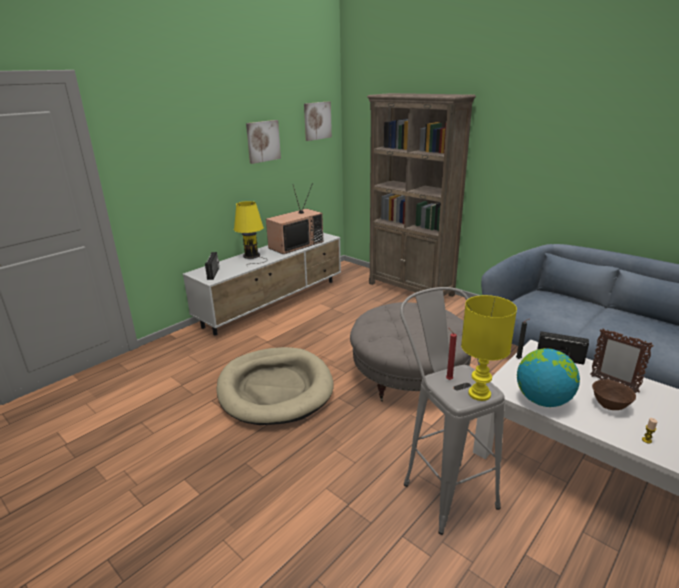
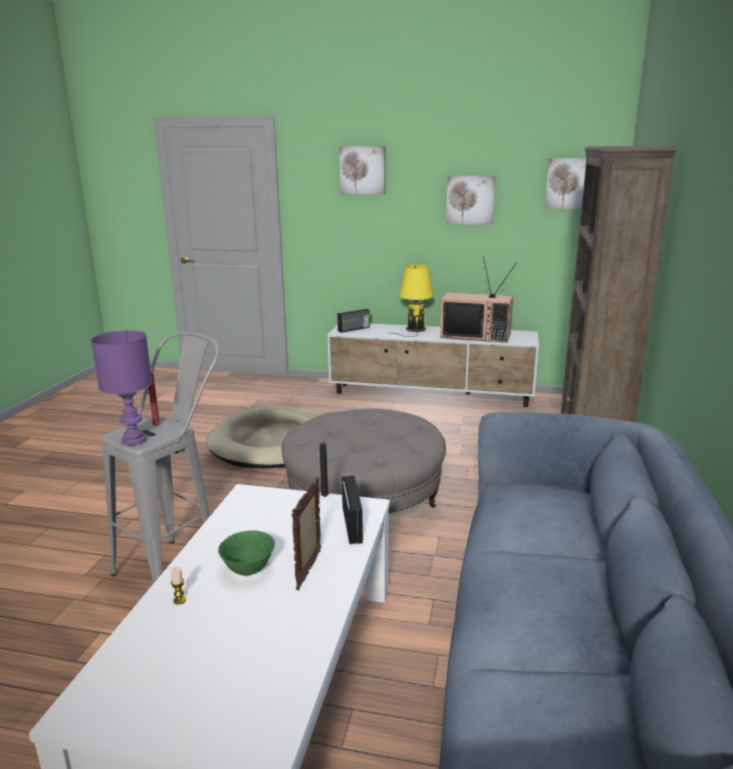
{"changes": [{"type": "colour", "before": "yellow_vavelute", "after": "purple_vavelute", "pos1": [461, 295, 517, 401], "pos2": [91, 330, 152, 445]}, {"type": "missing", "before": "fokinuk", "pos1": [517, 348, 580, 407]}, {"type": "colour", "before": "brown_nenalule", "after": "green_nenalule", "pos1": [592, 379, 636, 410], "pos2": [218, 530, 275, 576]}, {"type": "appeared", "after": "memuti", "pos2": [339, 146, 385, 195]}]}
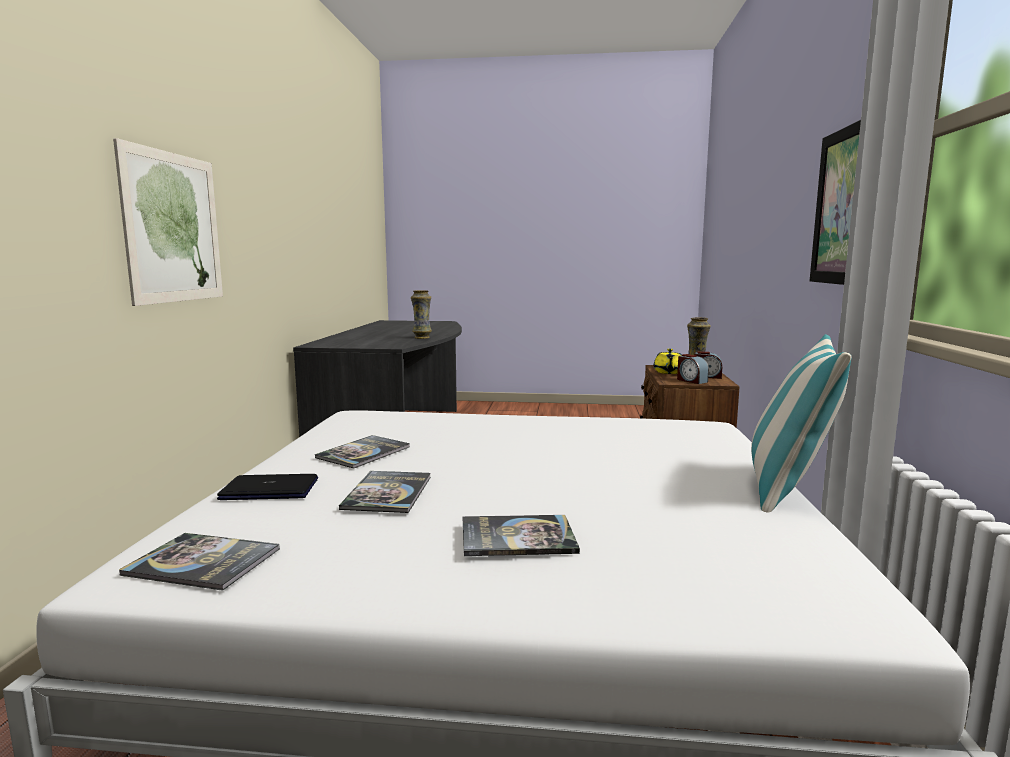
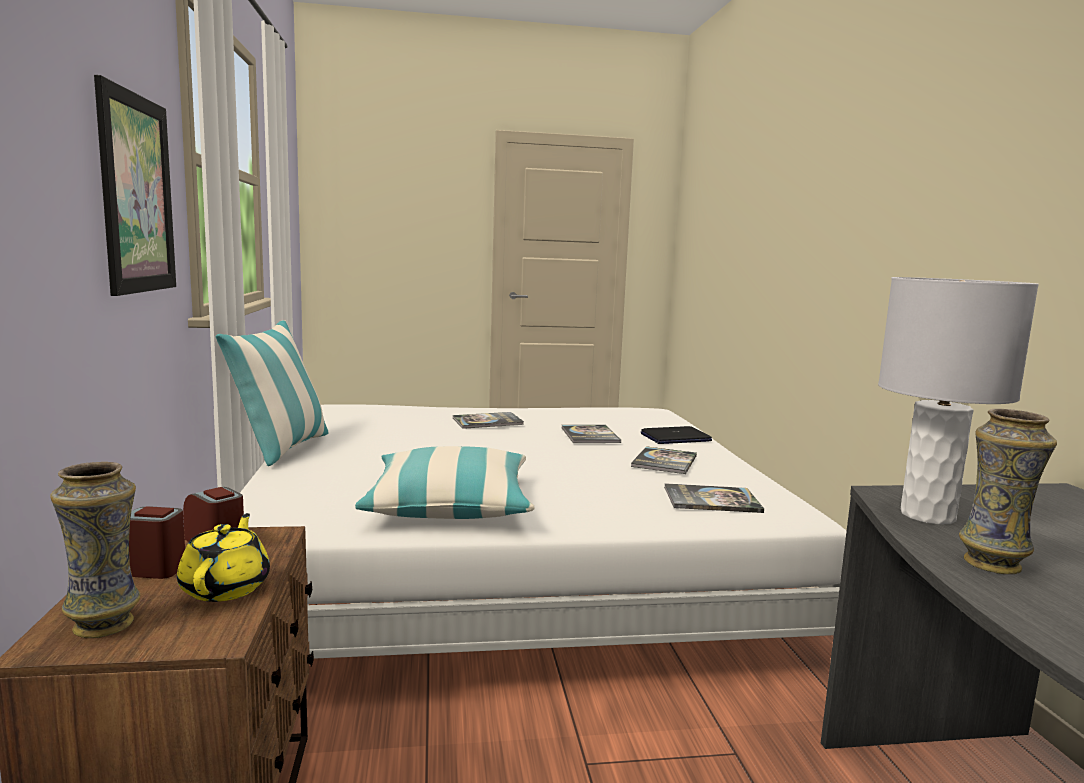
{"changes": [{"type": "missing", "before": "memuti", "pos1": [113, 138, 223, 306]}, {"type": "relocated", "before": "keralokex", "pos1": [119, 533, 280, 591], "pos2": [664, 483, 764, 513]}, {"type": "appeared", "after": "grey_vavelute", "pos2": [878, 277, 1039, 525]}, {"type": "appeared", "after": "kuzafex", "pos2": [355, 446, 535, 519]}]}
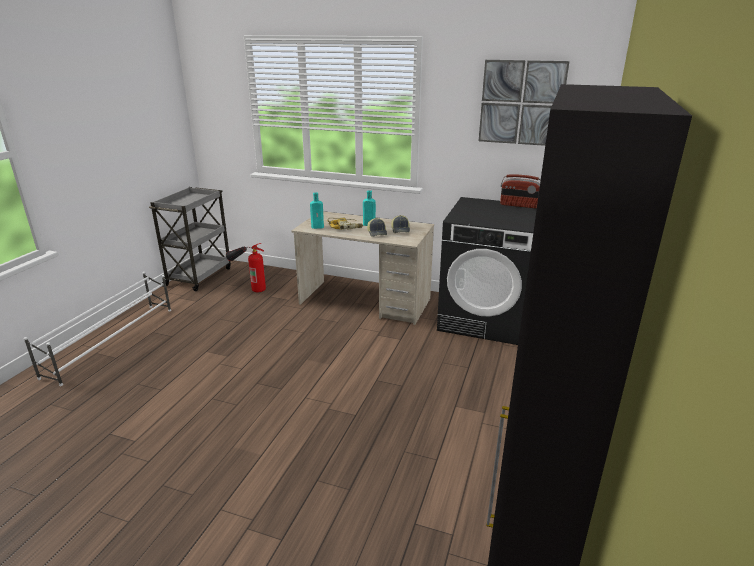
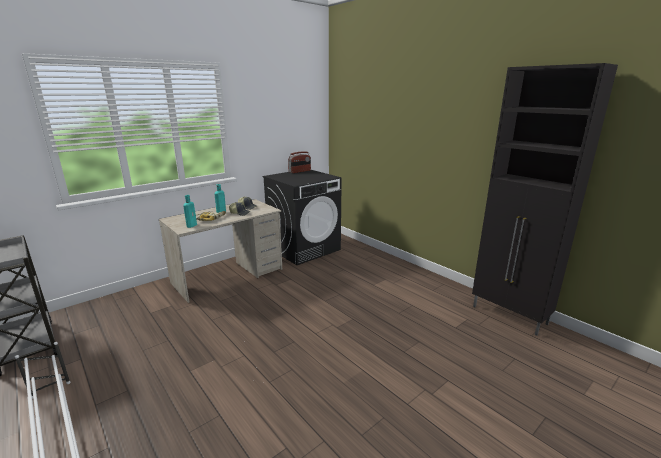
{"changes": [{"type": "missing", "before": "memuti", "pos1": [479, 60, 570, 146]}, {"type": "missing", "before": "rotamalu", "pos1": [226, 243, 266, 292]}]}
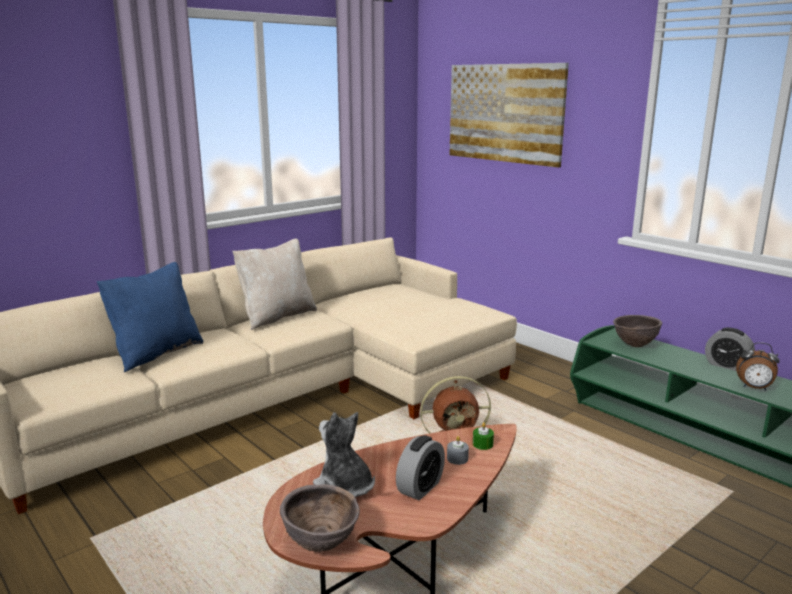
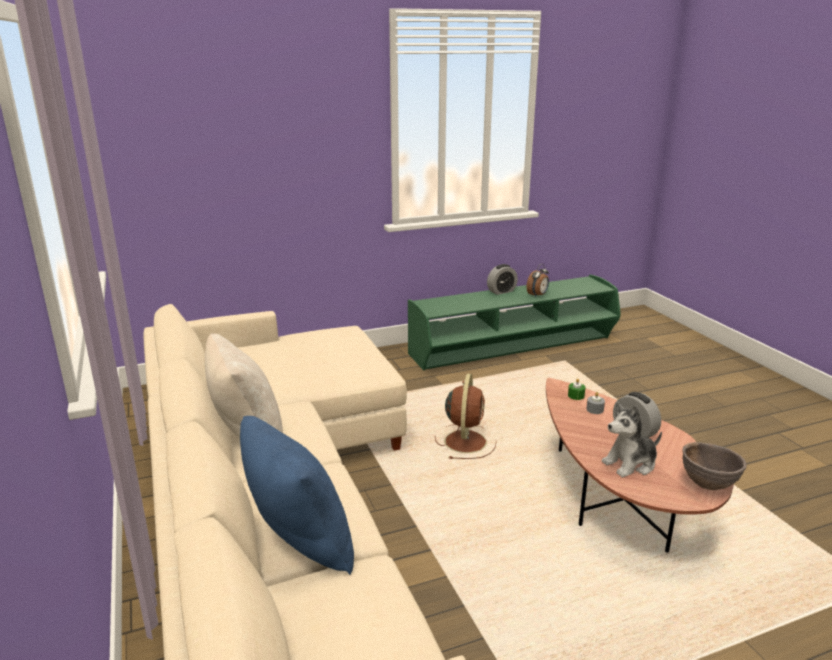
{"changes": [{"type": "missing", "before": "memuti", "pos1": [450, 63, 569, 167]}, {"type": "missing", "before": "brown_nenalule", "pos1": [613, 315, 662, 347]}]}
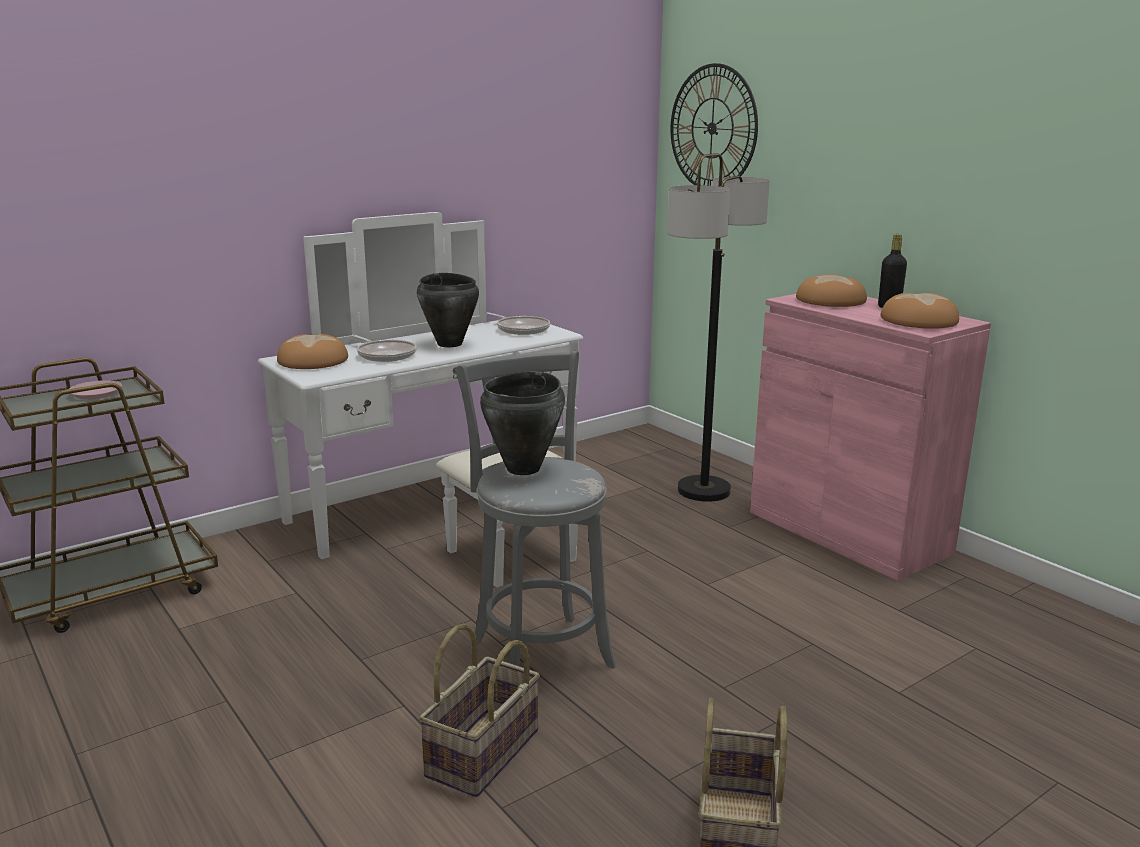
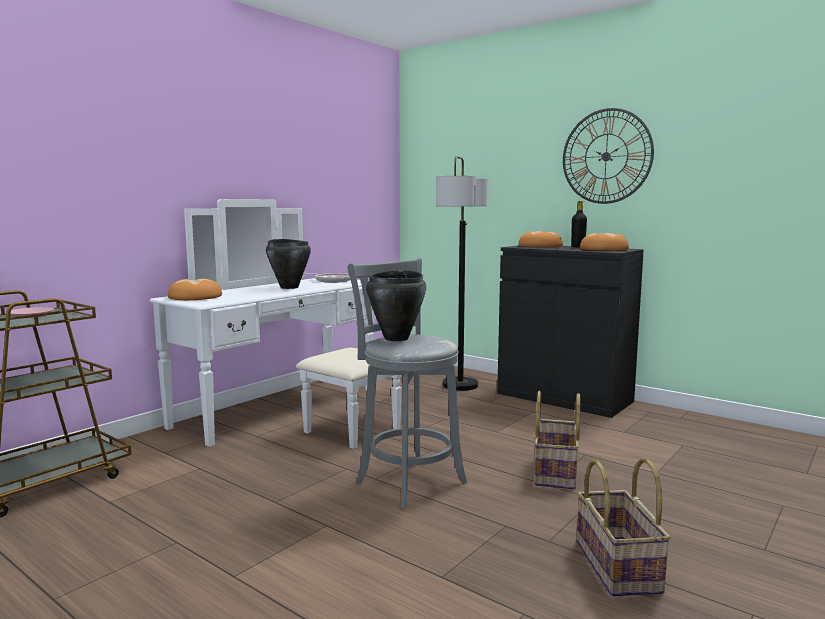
{"changes": [{"type": "relocated", "before": "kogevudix", "pos1": [671, 63, 758, 186], "pos2": [563, 108, 654, 204]}, {"type": "colour", "before": "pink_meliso", "after": "black_meliso", "pos1": [750, 294, 991, 581], "pos2": [497, 245, 644, 418]}, {"type": "missing", "before": "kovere", "pos1": [351, 335, 417, 362]}, {"type": "relocated", "before": "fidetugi", "pos1": [419, 624, 540, 797], "pos2": [534, 391, 581, 489]}]}
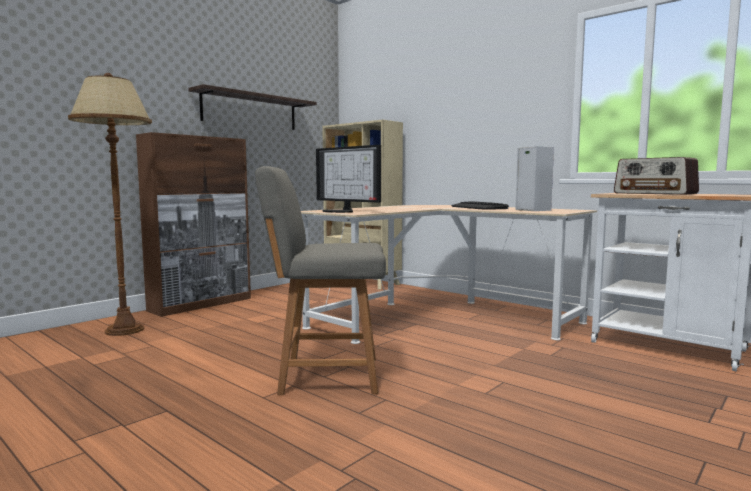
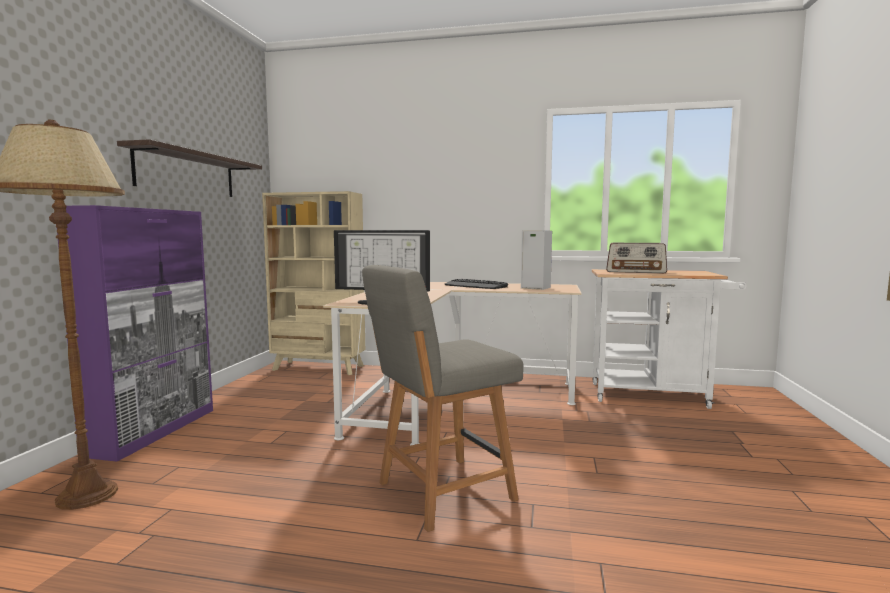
{"changes": [{"type": "colour", "before": "brown_meliso", "after": "purple_meliso", "pos1": [136, 132, 251, 317], "pos2": [57, 205, 213, 462]}]}
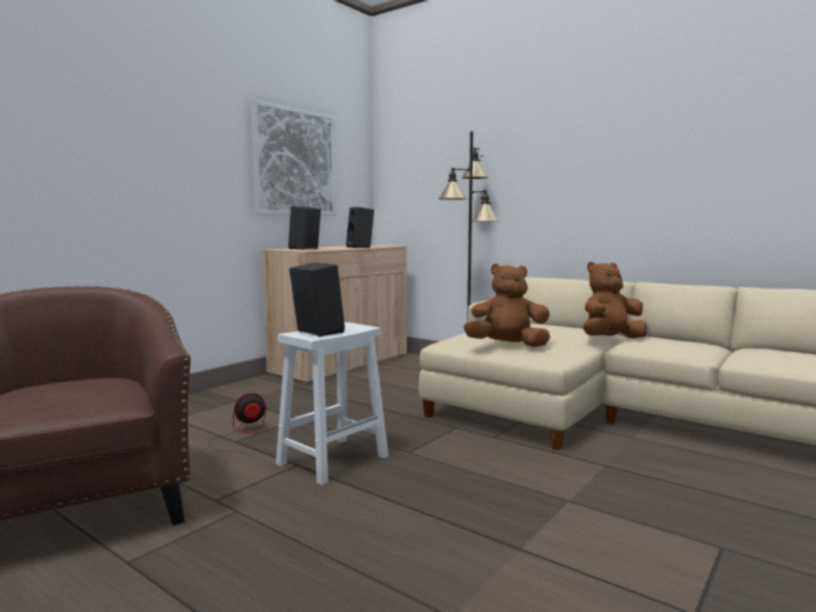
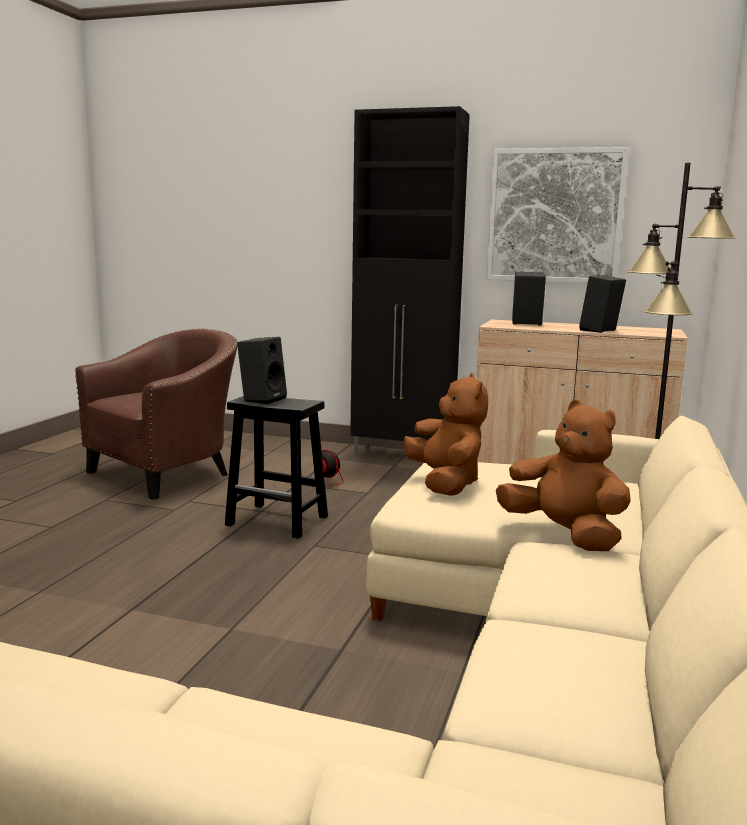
{"changes": [{"type": "colour", "before": "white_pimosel", "after": "black_pimosel", "pos1": [276, 322, 389, 485], "pos2": [225, 396, 328, 539]}, {"type": "appeared", "after": "black_meliso", "pos2": [350, 106, 470, 457]}]}
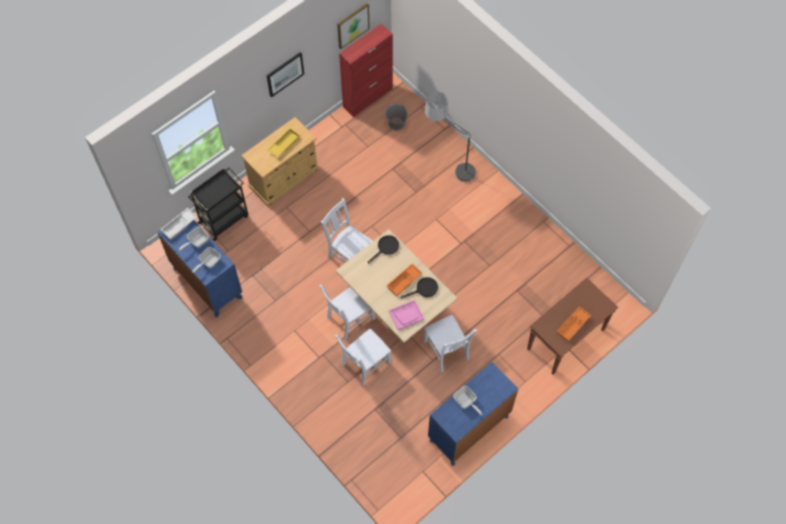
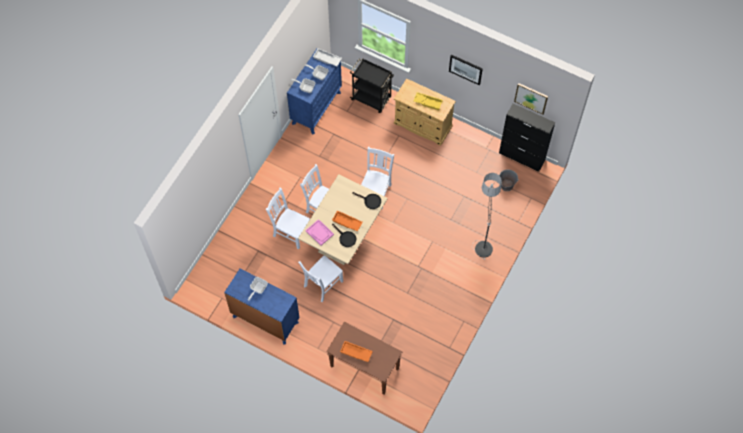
{"changes": [{"type": "colour", "before": "red_meliso", "after": "black_meliso", "pos1": [339, 24, 393, 117], "pos2": [499, 103, 555, 172]}]}
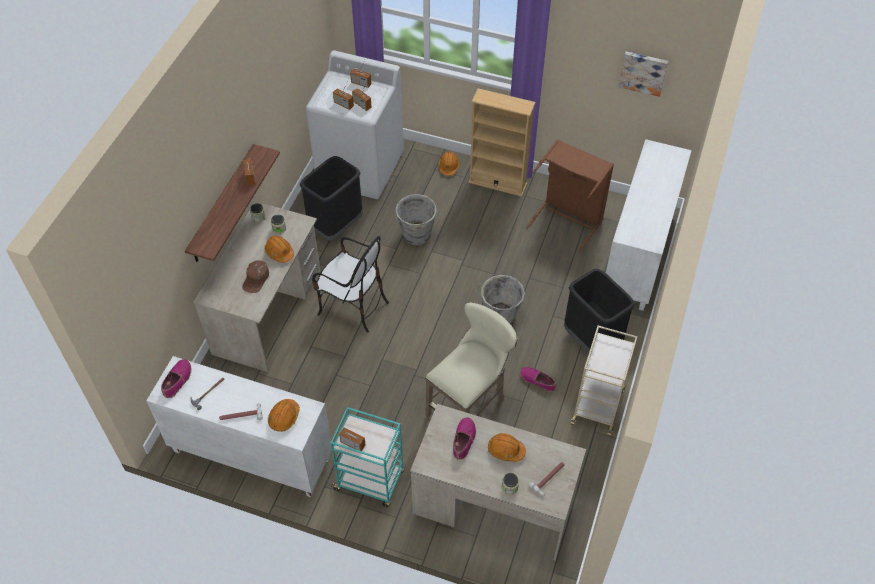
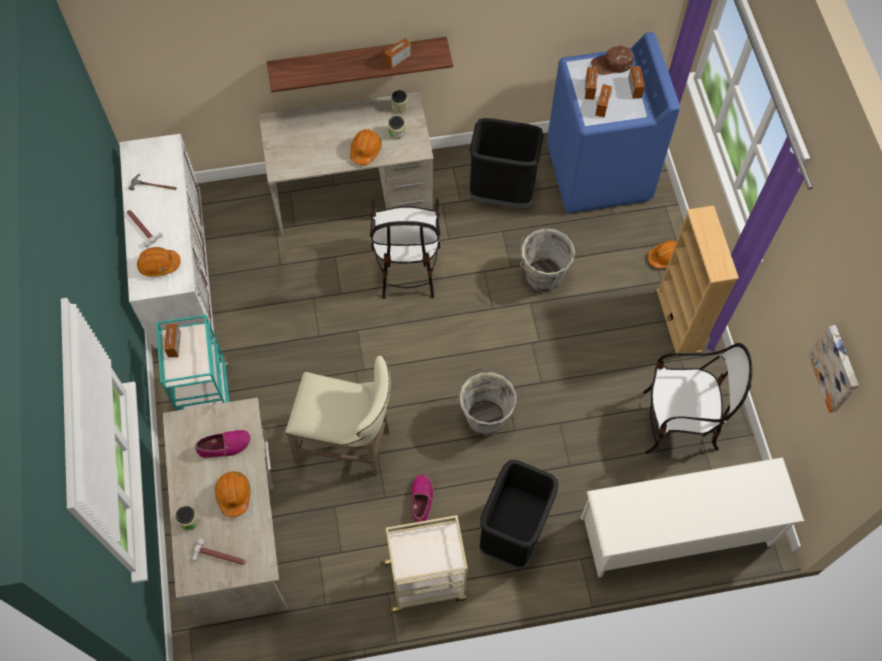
{"changes": [{"type": "colour", "before": "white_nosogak", "after": "blue_nosogak", "pos1": [306, 51, 404, 199], "pos2": [547, 32, 680, 213]}, {"type": "exchanged", "before": "white_meliso", "after": "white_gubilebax", "pos1": [606, 139, 692, 311], "pos2": [581, 457, 804, 578]}, {"type": "exchanged", "before": "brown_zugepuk", "after": "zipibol", "pos1": [526, 140, 614, 252], "pos2": [643, 343, 753, 454]}, {"type": "relocated", "before": "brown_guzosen", "pos1": [242, 260, 269, 293], "pos2": [591, 46, 634, 75]}, {"type": "missing", "before": "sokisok", "pos1": [161, 359, 192, 398]}]}
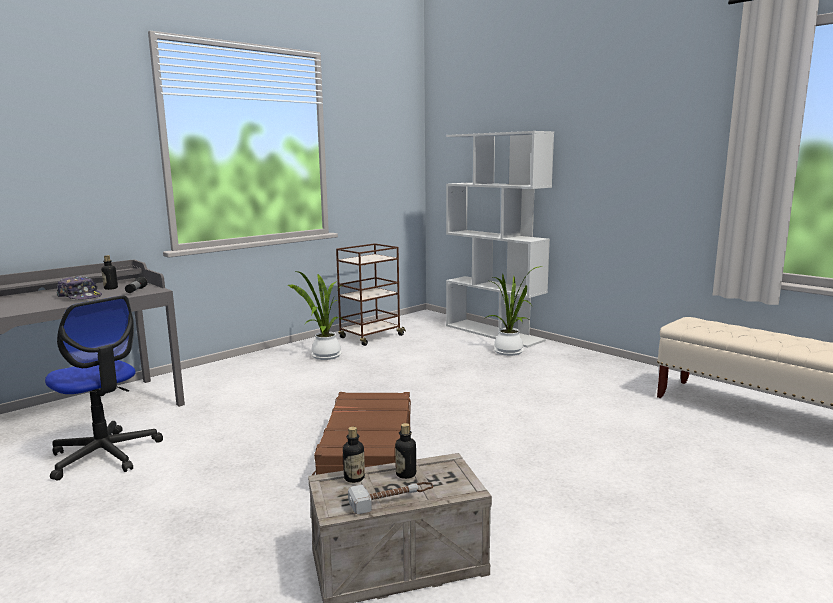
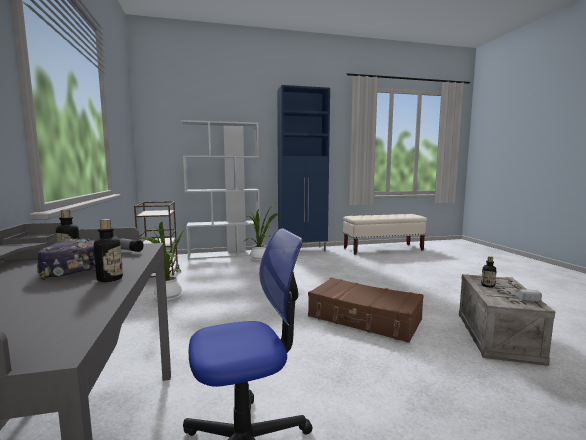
{"changes": [{"type": "relocated", "before": "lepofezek", "pos1": [343, 427, 365, 483], "pos2": [94, 219, 123, 282]}, {"type": "appeared", "after": "blue_meliso", "pos2": [277, 85, 330, 251]}]}
